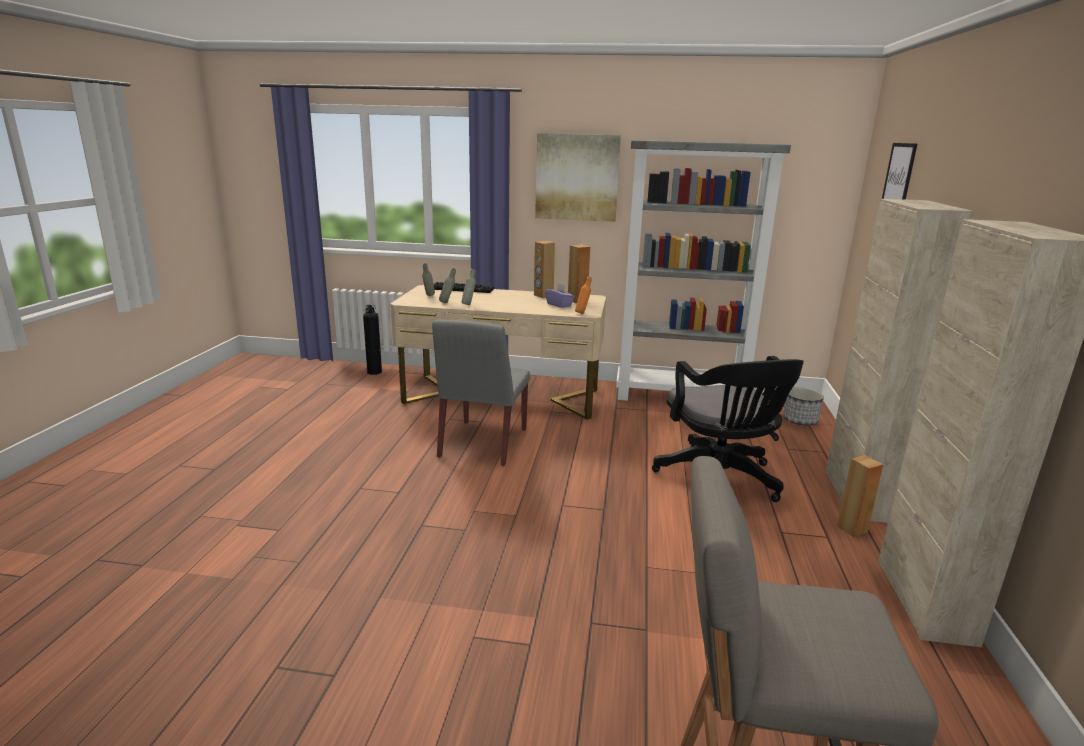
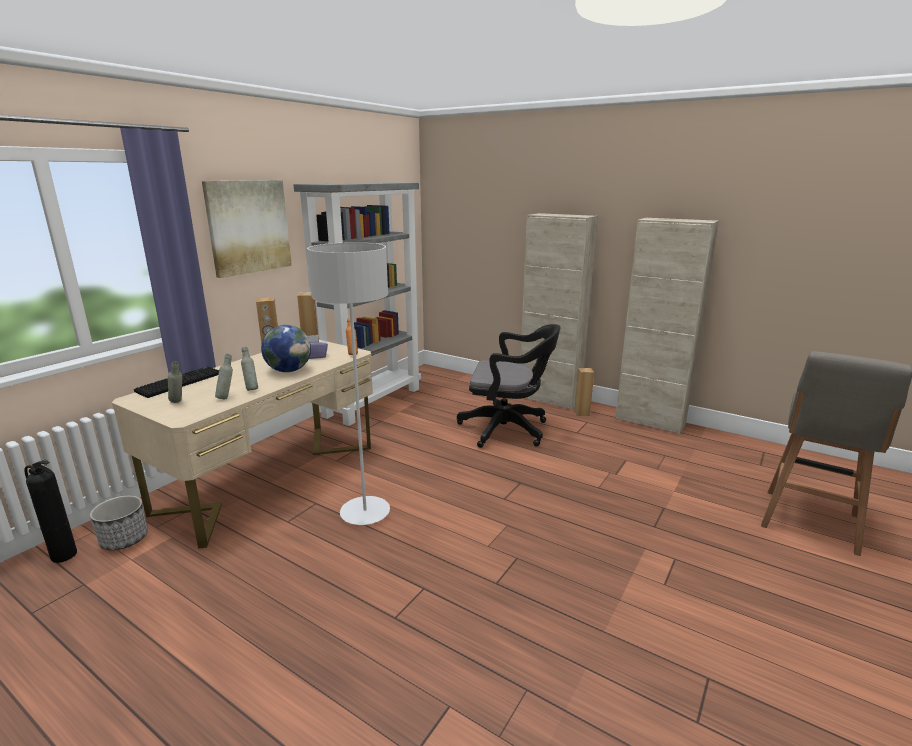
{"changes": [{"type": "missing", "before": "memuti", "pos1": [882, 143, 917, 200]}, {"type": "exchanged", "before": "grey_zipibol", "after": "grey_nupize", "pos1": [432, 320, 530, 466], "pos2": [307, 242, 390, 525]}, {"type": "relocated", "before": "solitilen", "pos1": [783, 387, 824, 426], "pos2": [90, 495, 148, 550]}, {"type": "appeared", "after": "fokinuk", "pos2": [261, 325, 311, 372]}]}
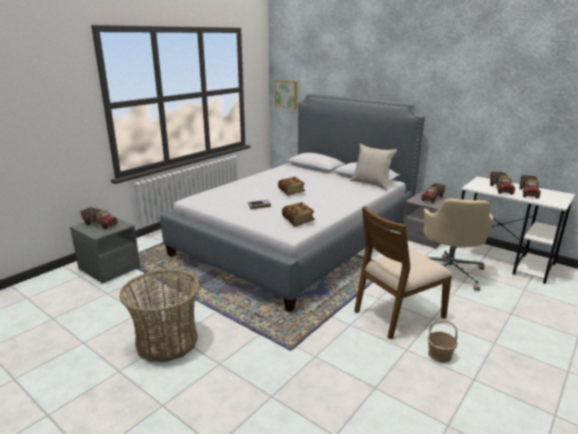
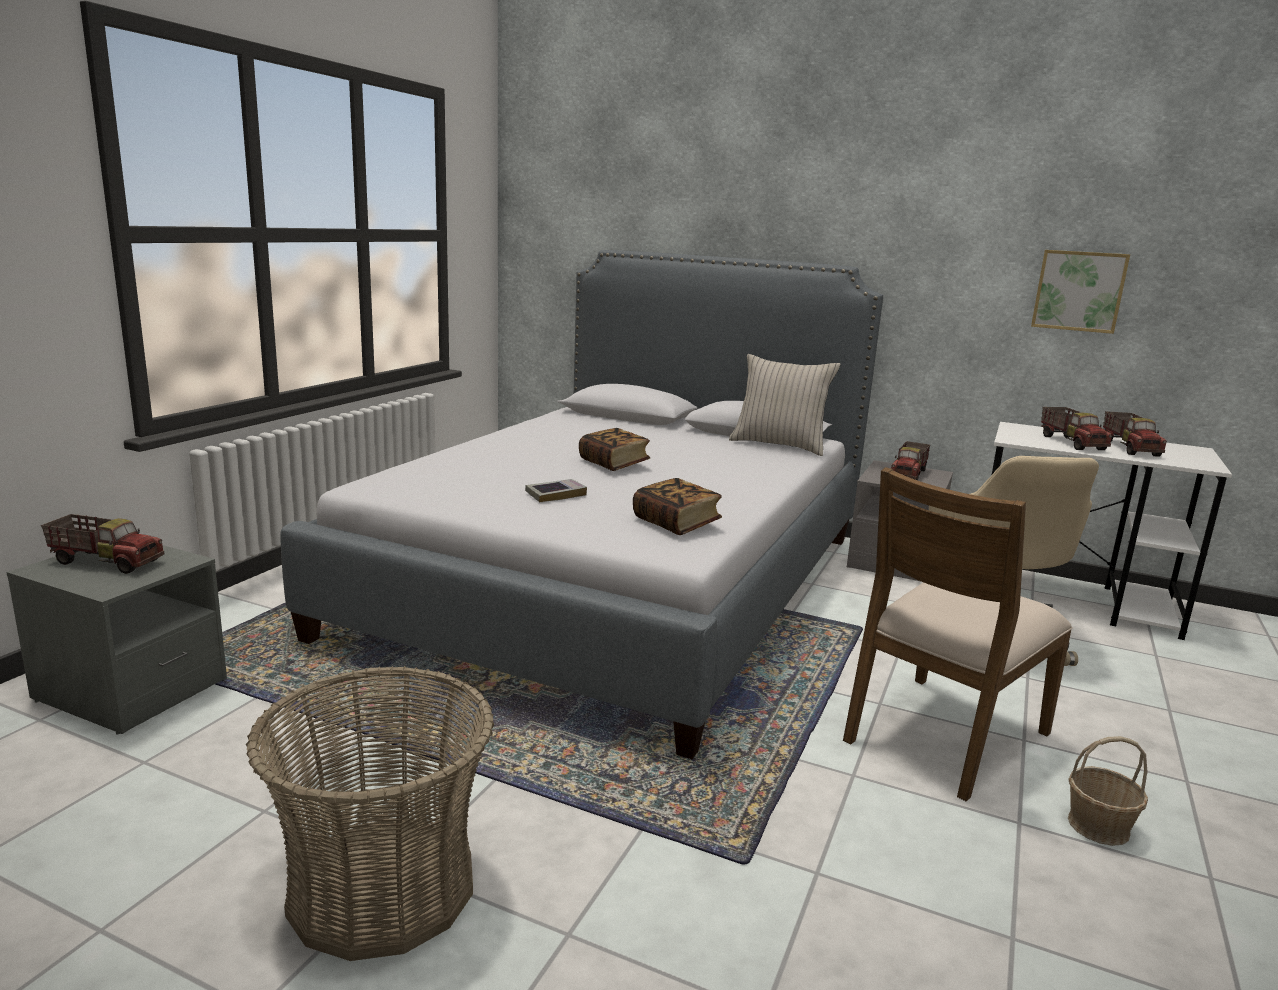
{"changes": [{"type": "relocated", "before": "memuti", "pos1": [275, 80, 297, 109], "pos2": [1031, 250, 1130, 334]}]}
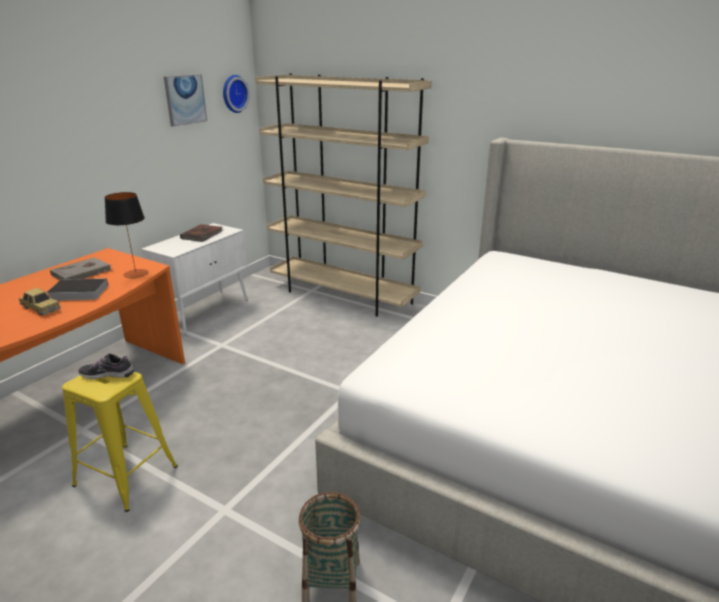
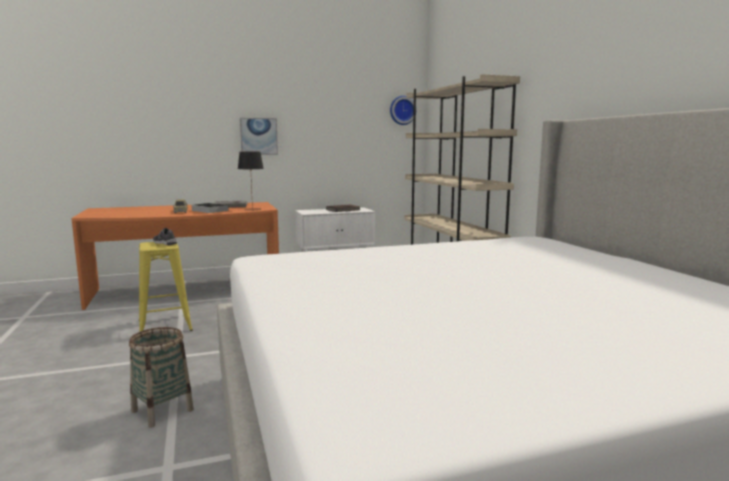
{"changes": [{"type": "relocated", "before": "memuti", "pos1": [164, 74, 207, 127], "pos2": [240, 118, 278, 155]}]}
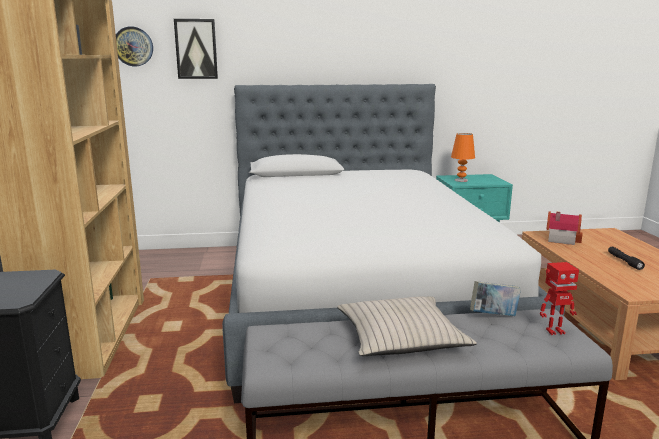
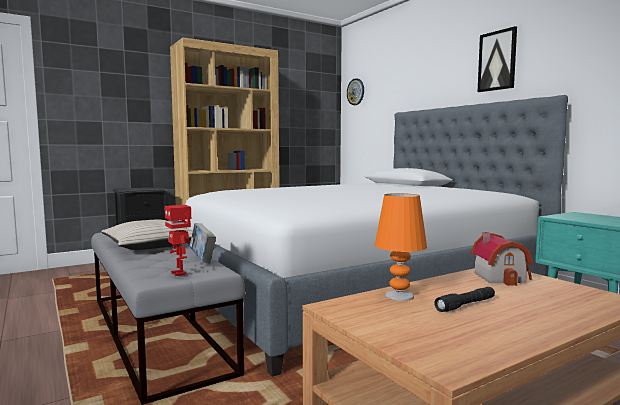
{"changes": [{"type": "relocated", "before": "memuti", "pos1": [174, 19, 218, 79], "pos2": [478, 26, 517, 92]}, {"type": "relocated", "before": "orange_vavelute", "pos1": [451, 133, 475, 182], "pos2": [375, 193, 427, 301]}]}
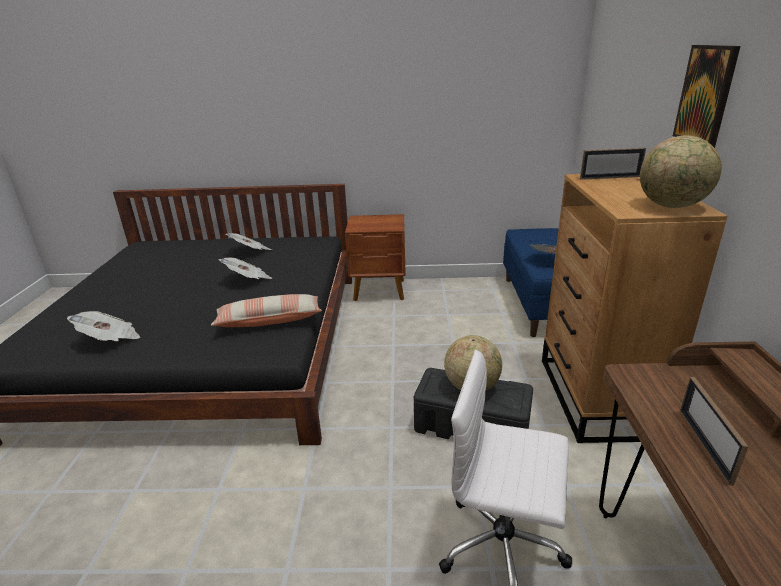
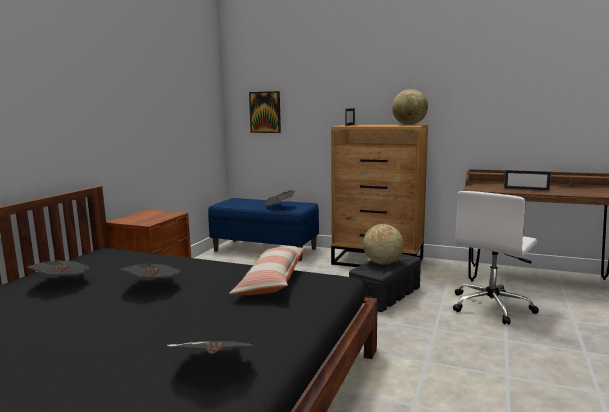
{"changes": [{"type": "relocated", "before": "memuti", "pos1": [673, 45, 740, 148], "pos2": [249, 91, 281, 133]}]}
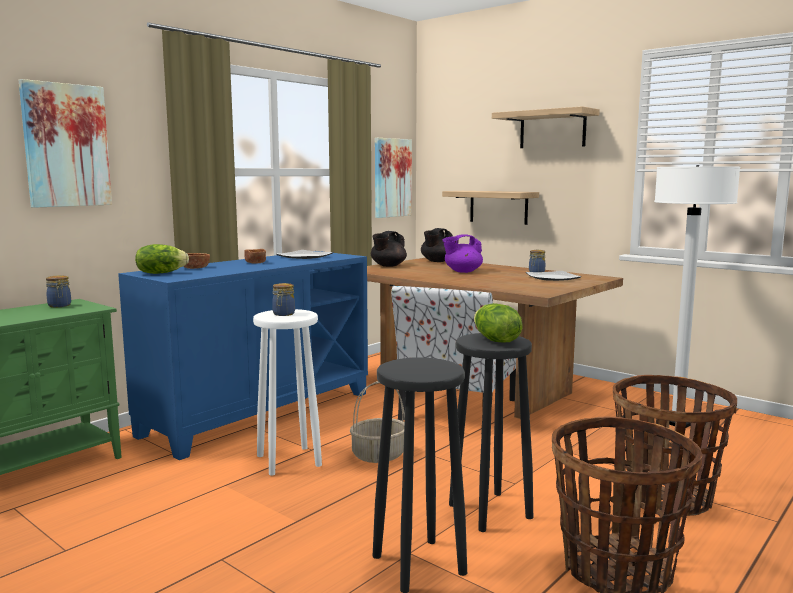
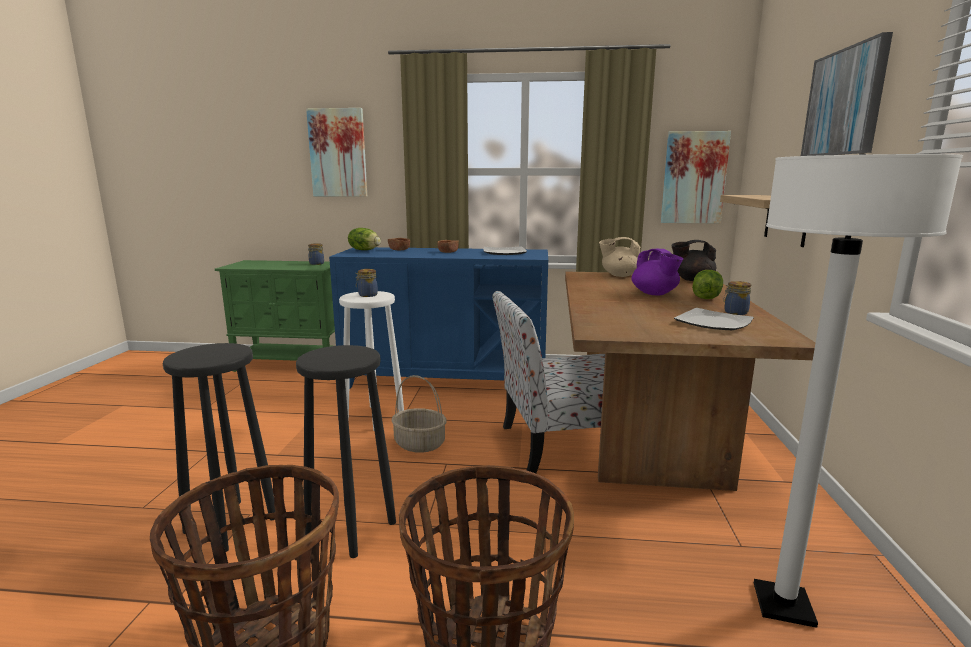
{"changes": [{"type": "exchanged", "before": "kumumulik", "after": "memuti", "pos1": [492, 106, 600, 148], "pos2": [801, 32, 893, 156]}, {"type": "colour", "before": "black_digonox", "after": "beige_digonox", "pos1": [371, 231, 407, 267], "pos2": [599, 237, 641, 277]}, {"type": "spun", "before": "purple_digonox", "pos1": [443, 234, 483, 273], "pos2": [631, 249, 683, 295], "turn": -150}, {"type": "relocated", "before": "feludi", "pos1": [474, 303, 523, 342], "pos2": [692, 270, 723, 299]}]}
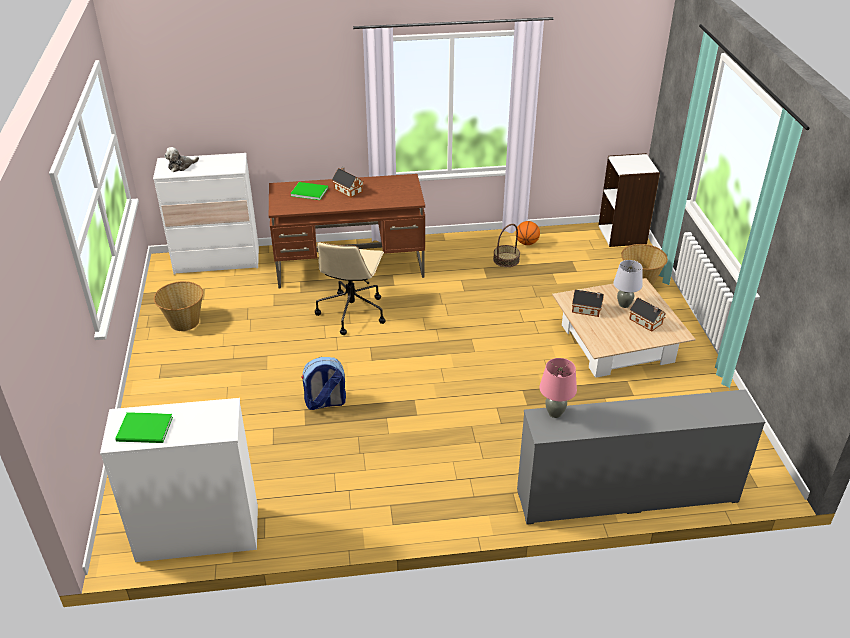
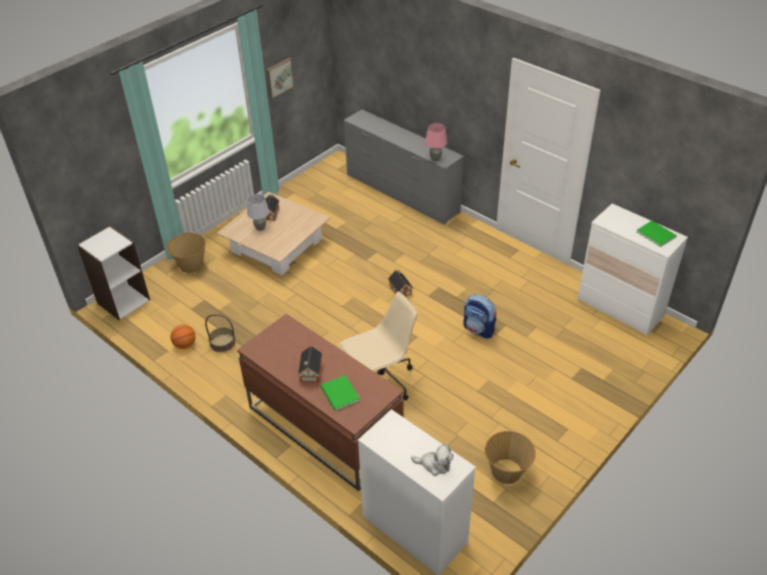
{"changes": [{"type": "relocated", "before": "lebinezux", "pos1": [572, 290, 604, 317], "pos2": [388, 270, 413, 296]}, {"type": "appeared", "after": "memuti", "pos2": [266, 58, 295, 99]}]}
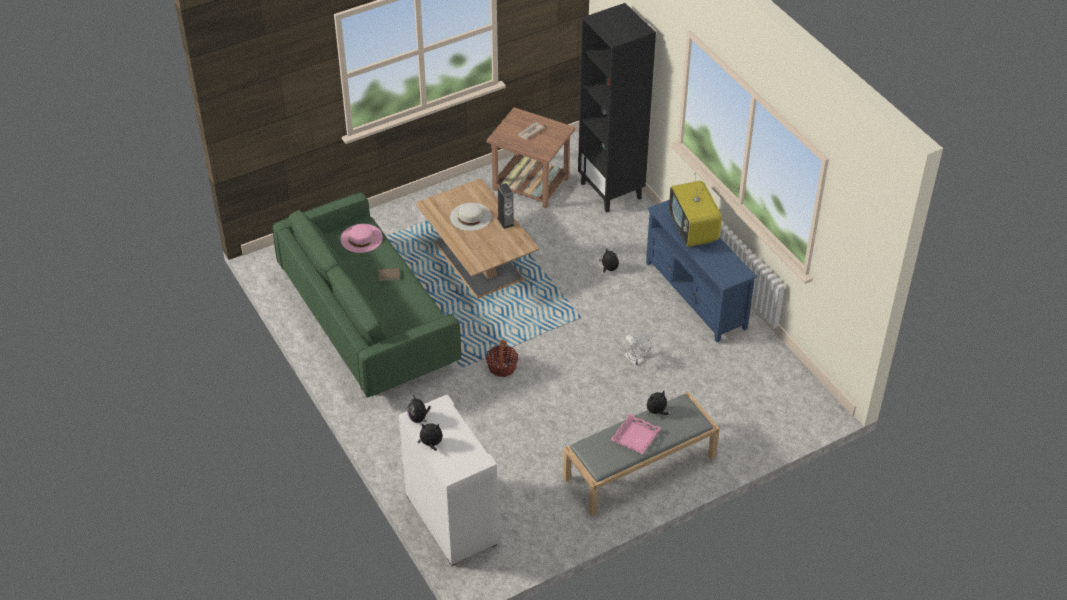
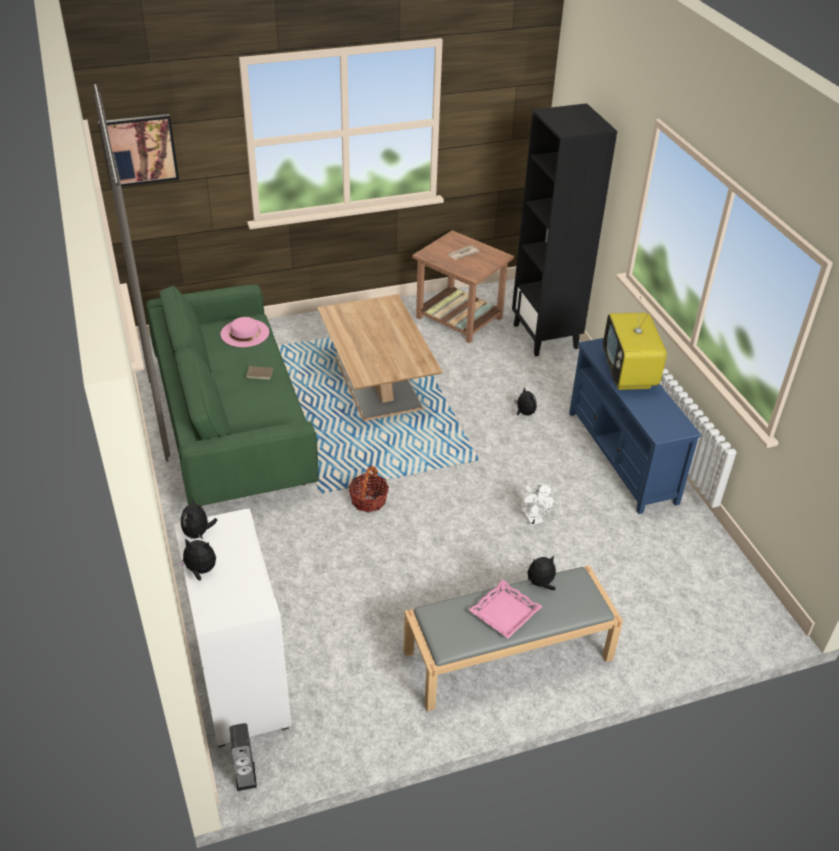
{"changes": [{"type": "relocated", "before": "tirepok", "pos1": [497, 183, 515, 229], "pos2": [230, 723, 257, 791]}, {"type": "missing", "before": "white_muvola", "pos1": [450, 203, 492, 231]}, {"type": "appeared", "after": "memuti", "pos2": [98, 114, 179, 188]}]}
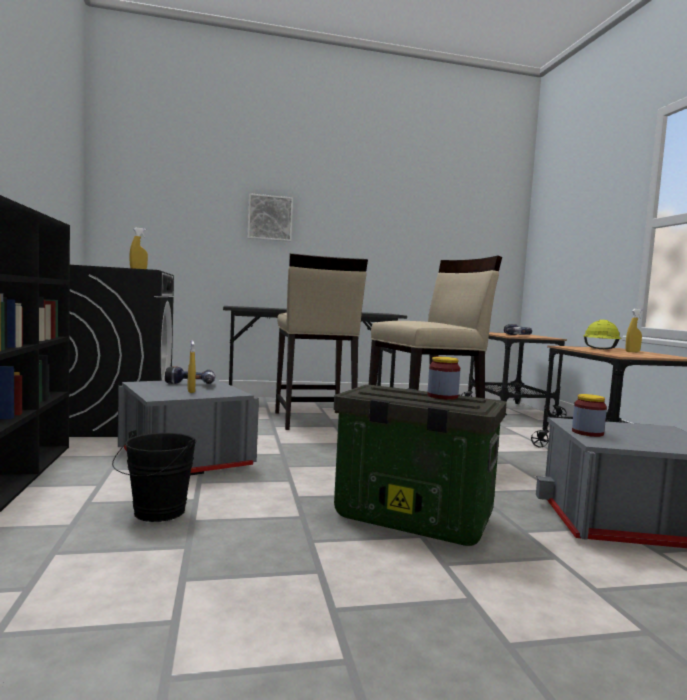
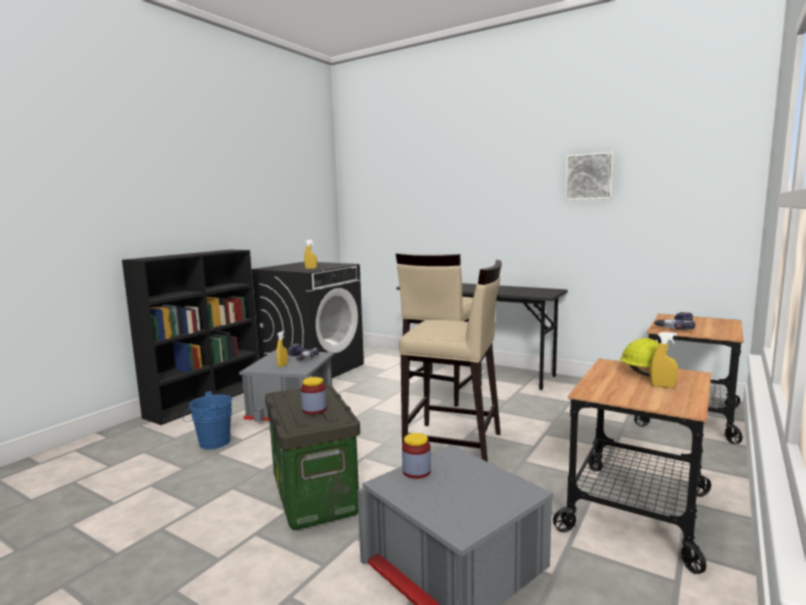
{"changes": [{"type": "relocated", "before": "memuti", "pos1": [248, 193, 293, 242], "pos2": [565, 152, 615, 200]}, {"type": "colour", "before": "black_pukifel", "after": "blue_pukifel", "pos1": [112, 430, 196, 522], "pos2": [183, 391, 232, 449]}]}
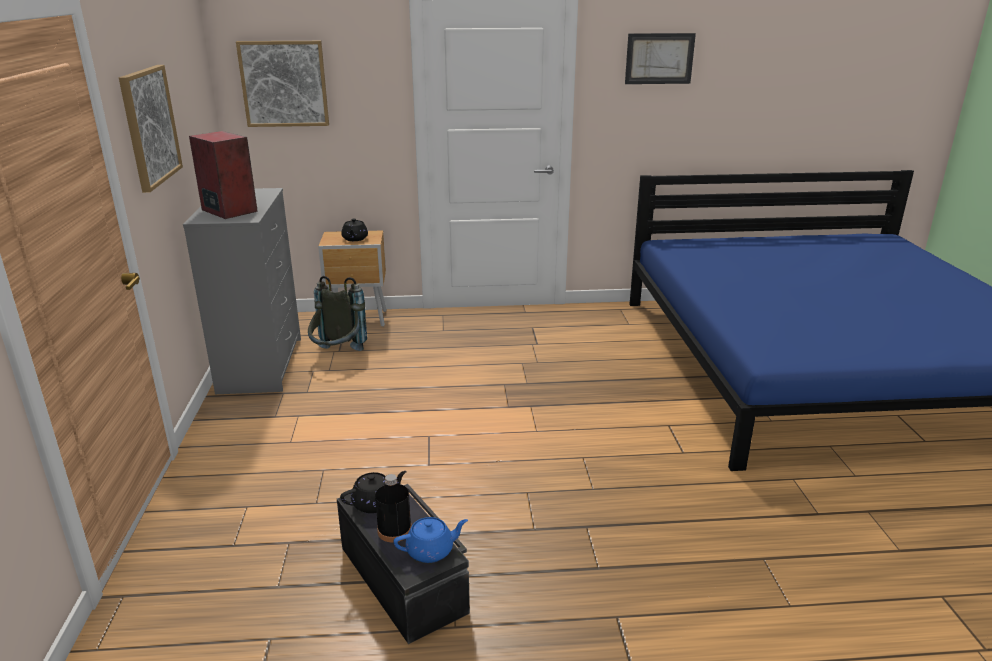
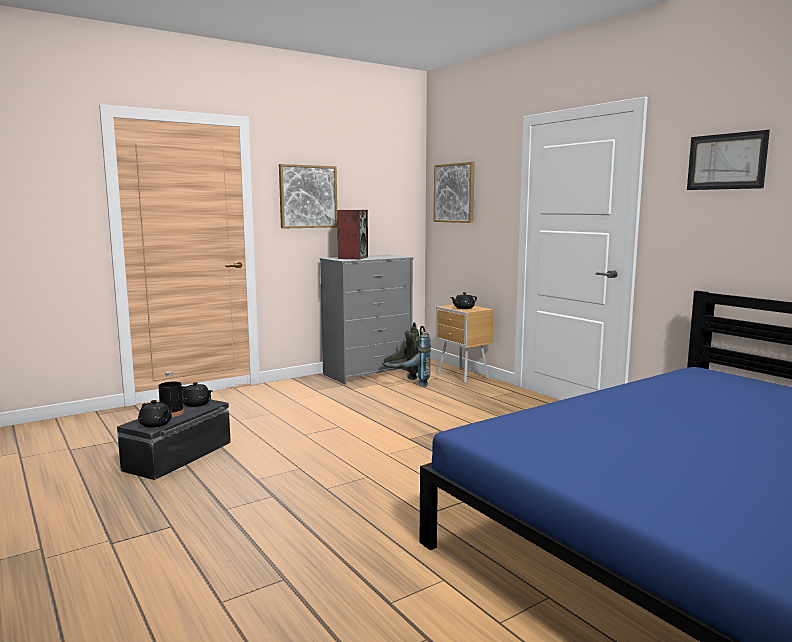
{"changes": [{"type": "colour", "before": "blue_digonox", "after": "black_digonox", "pos1": [394, 517, 468, 563], "pos2": [138, 400, 172, 428]}]}
